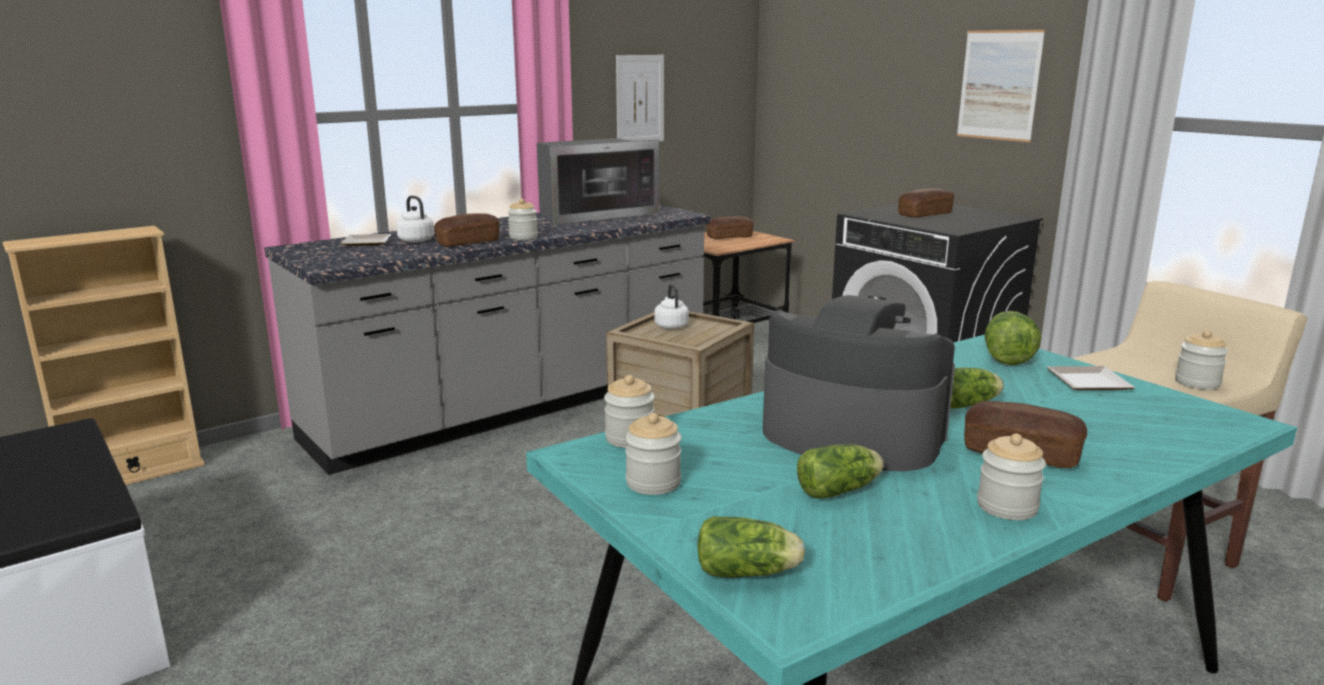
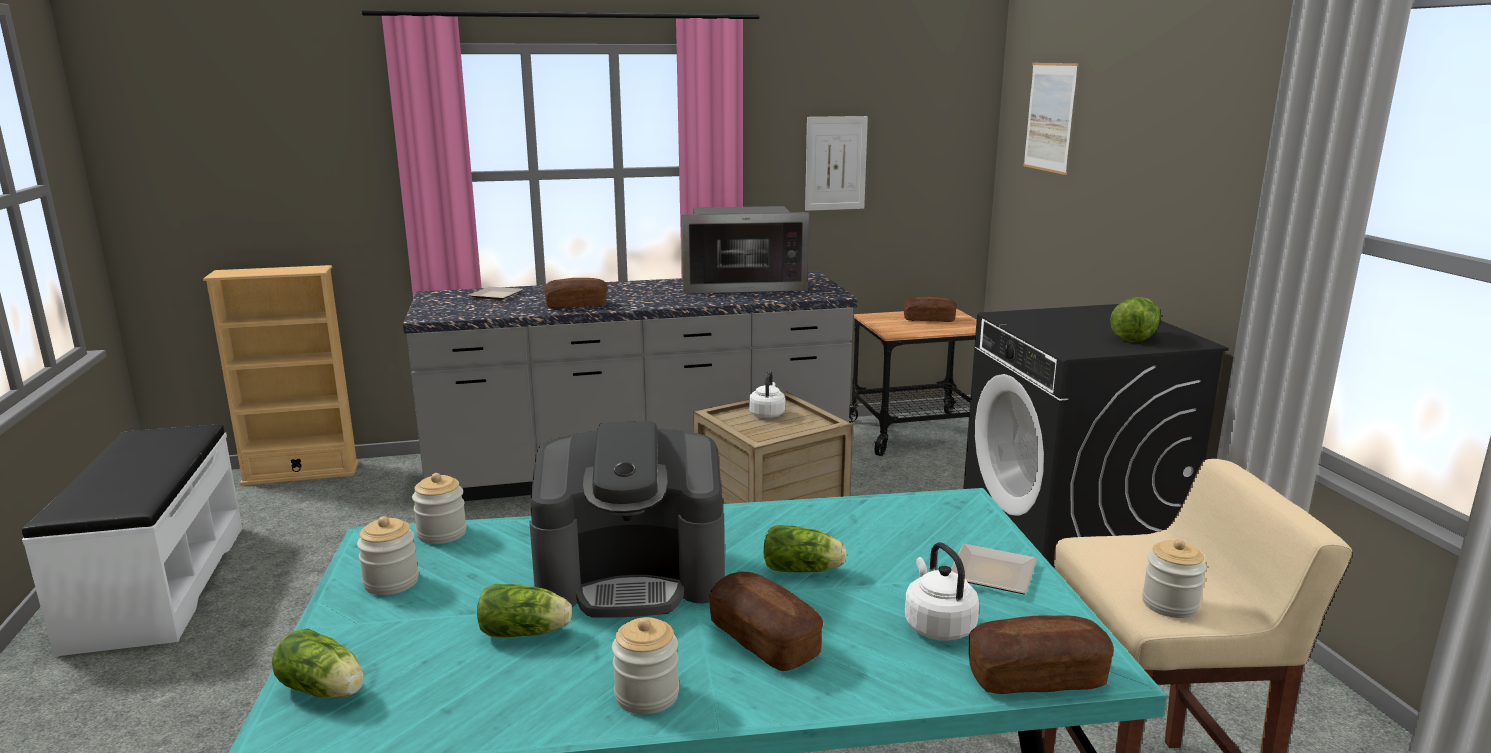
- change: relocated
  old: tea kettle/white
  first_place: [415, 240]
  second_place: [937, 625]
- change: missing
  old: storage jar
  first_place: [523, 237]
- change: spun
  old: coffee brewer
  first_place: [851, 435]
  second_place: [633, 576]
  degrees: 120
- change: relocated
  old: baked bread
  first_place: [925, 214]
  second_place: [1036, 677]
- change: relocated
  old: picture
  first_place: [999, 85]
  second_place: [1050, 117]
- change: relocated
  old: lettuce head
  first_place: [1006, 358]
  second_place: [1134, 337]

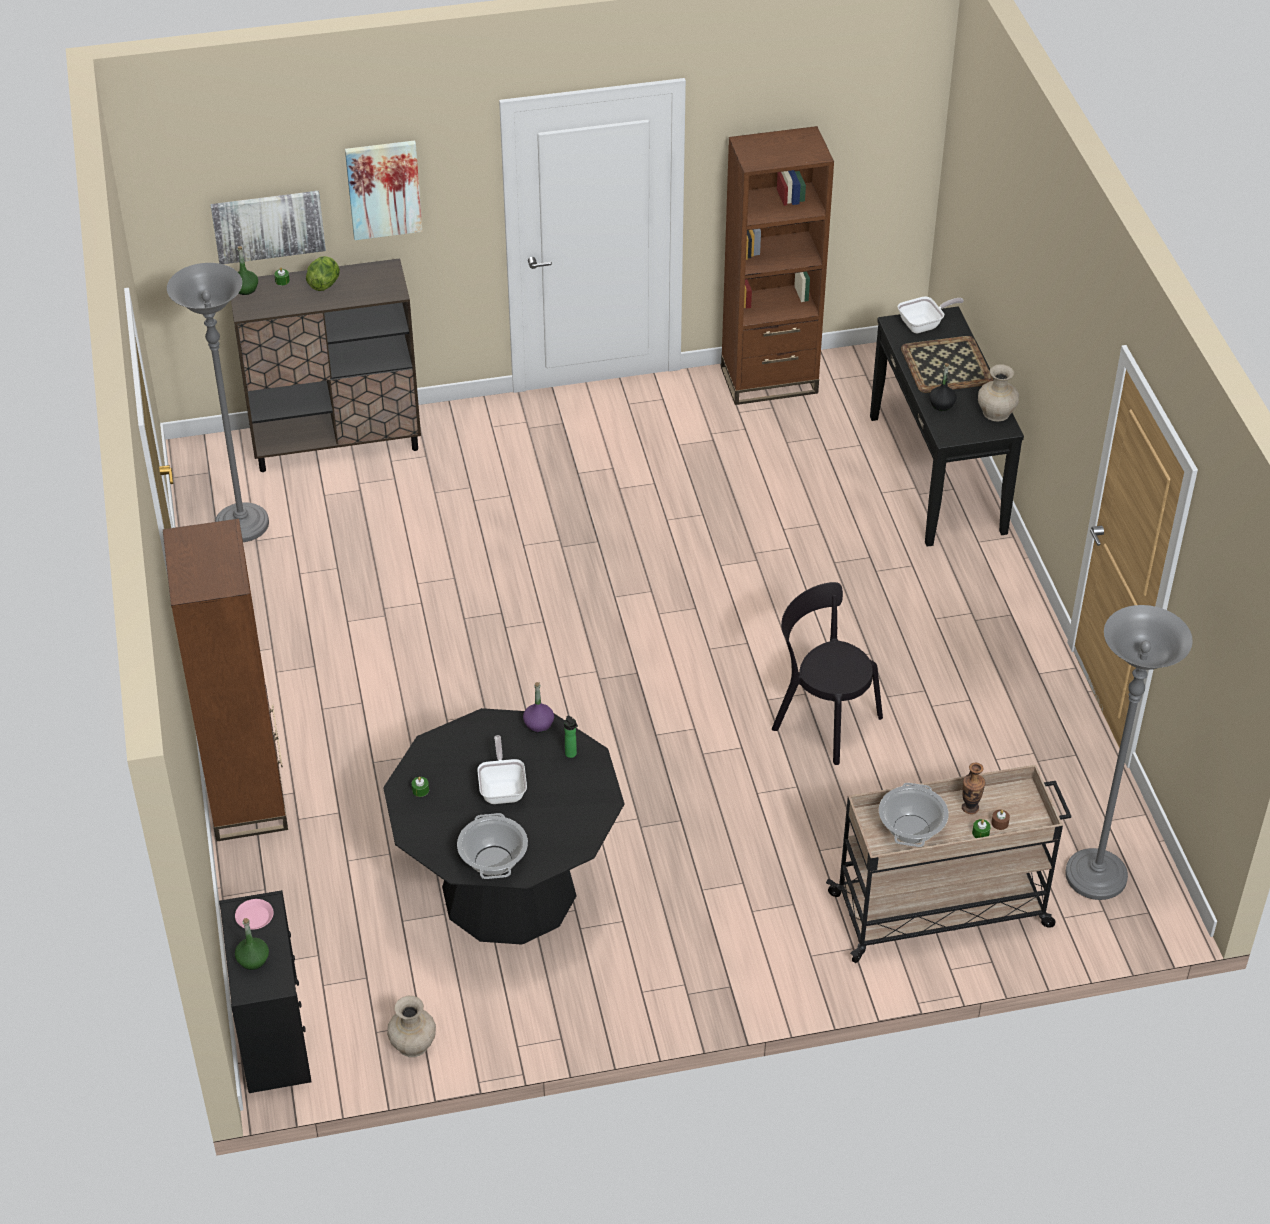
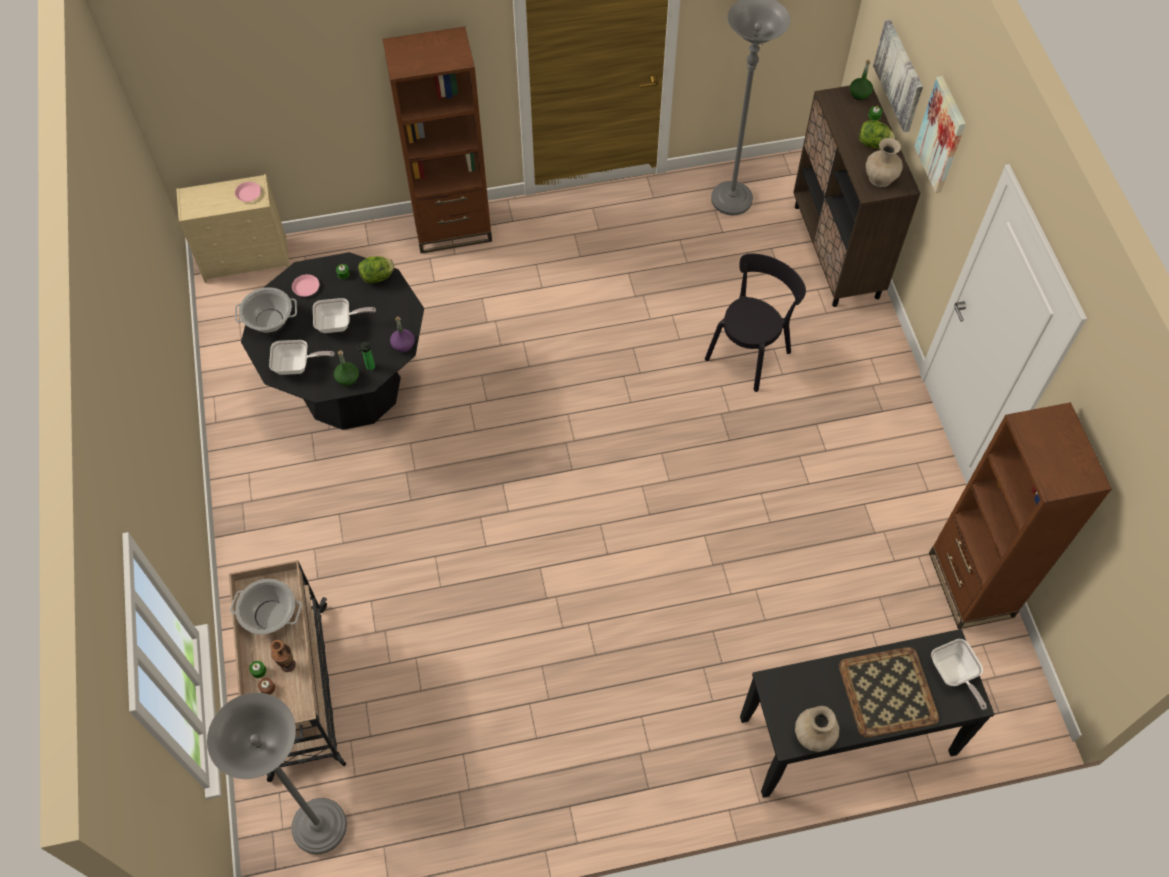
- change: colour
  old: dresser/black
  new: dresser/beige
  first_place: [273, 1033]
  second_place: [247, 259]
- change: relocated
  old: drink bottle/greenish
  first_place: [253, 960]
  second_place: [347, 378]
- change: relocated
  old: vase/beige
  first_place: [413, 1044]
  second_place: [880, 178]
- change: relocated
  old: chair/black
  first_place: [823, 720]
  second_place: [750, 352]
- change: missing
  old: drink bottle/black
  first_place: [942, 404]
- change: appeared
  new: skillet
  second_place: [297, 366]
- change: appeared
  new: flat dish/pinkish
  second_place: [306, 287]
- change: appeared
  new: lettuce head
  second_place: [378, 277]

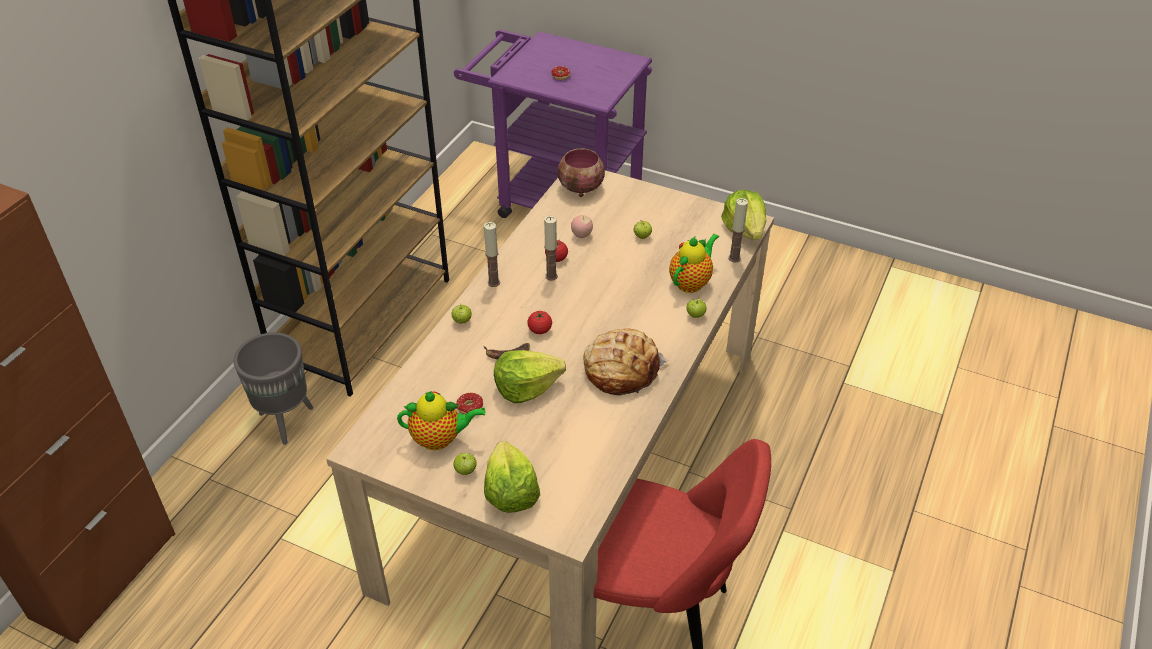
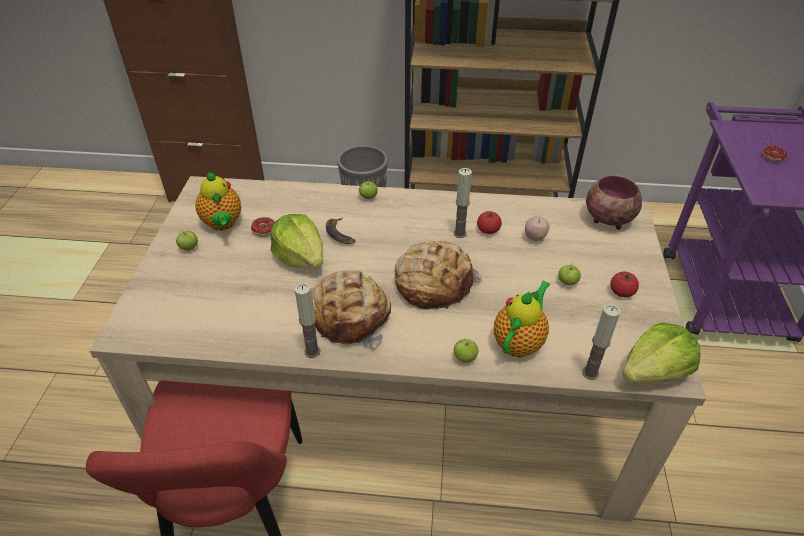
- change: relocated
  old: wax light
  first_place: [493, 282]
  second_place: [312, 351]
- change: missing
  old: lettuce head
  first_place: [510, 492]
- change: relocated
  old: fresh tomato
  first_place: [540, 330]
  second_place: [621, 292]
- change: spun
  old: tea pot
  first_place: [691, 282]
  second_place: [519, 342]
  degrees: -75
- change: appeared
  new: baked bread
  second_place: [433, 283]

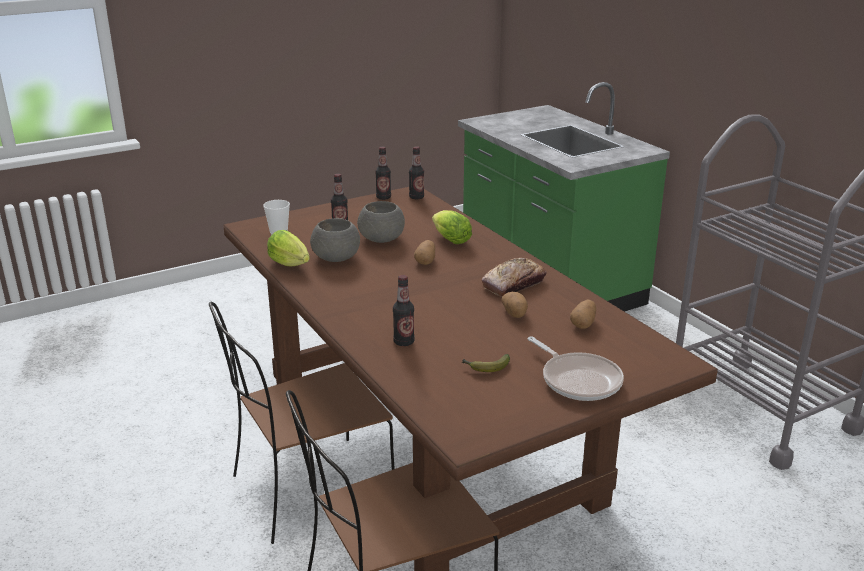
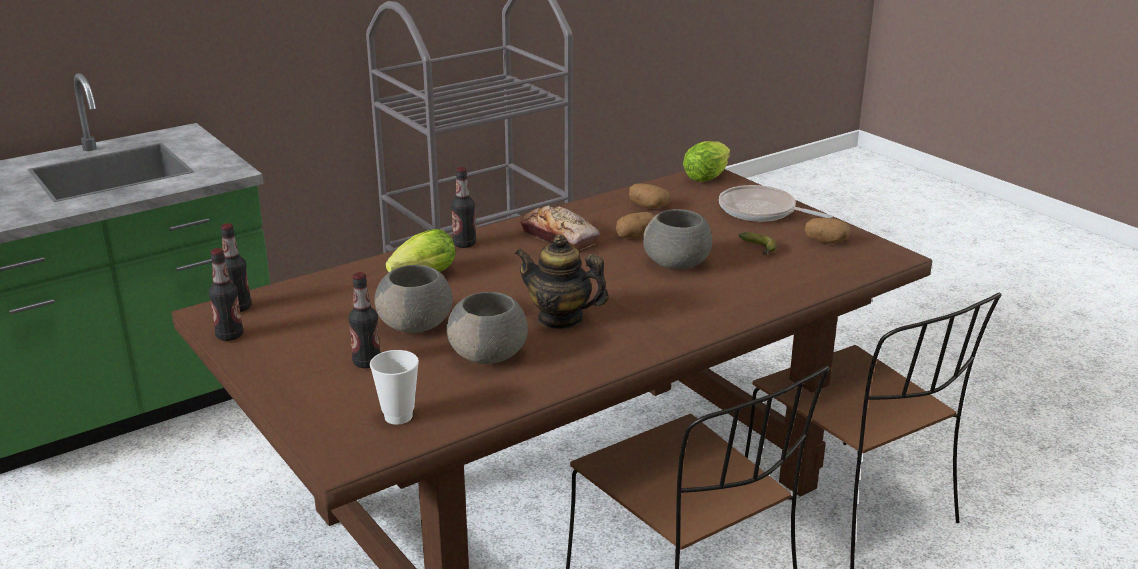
- change: relocated
  old: lettuce head
  first_place: [291, 265]
  second_place: [708, 176]
- change: relocated
  old: drink bottle
  first_place: [404, 342]
  second_place: [464, 244]
- change: relocated
  old: spud
  first_place: [426, 261]
  second_place: [826, 242]
- change: spun
  old: skillet
  first_place: [578, 380]
  second_place: [761, 211]
  degrees: -105
- change: appeared
  new: tea pot
  second_place: [560, 318]
- change: appeared
  new: bowl/grey
  second_place: [677, 264]

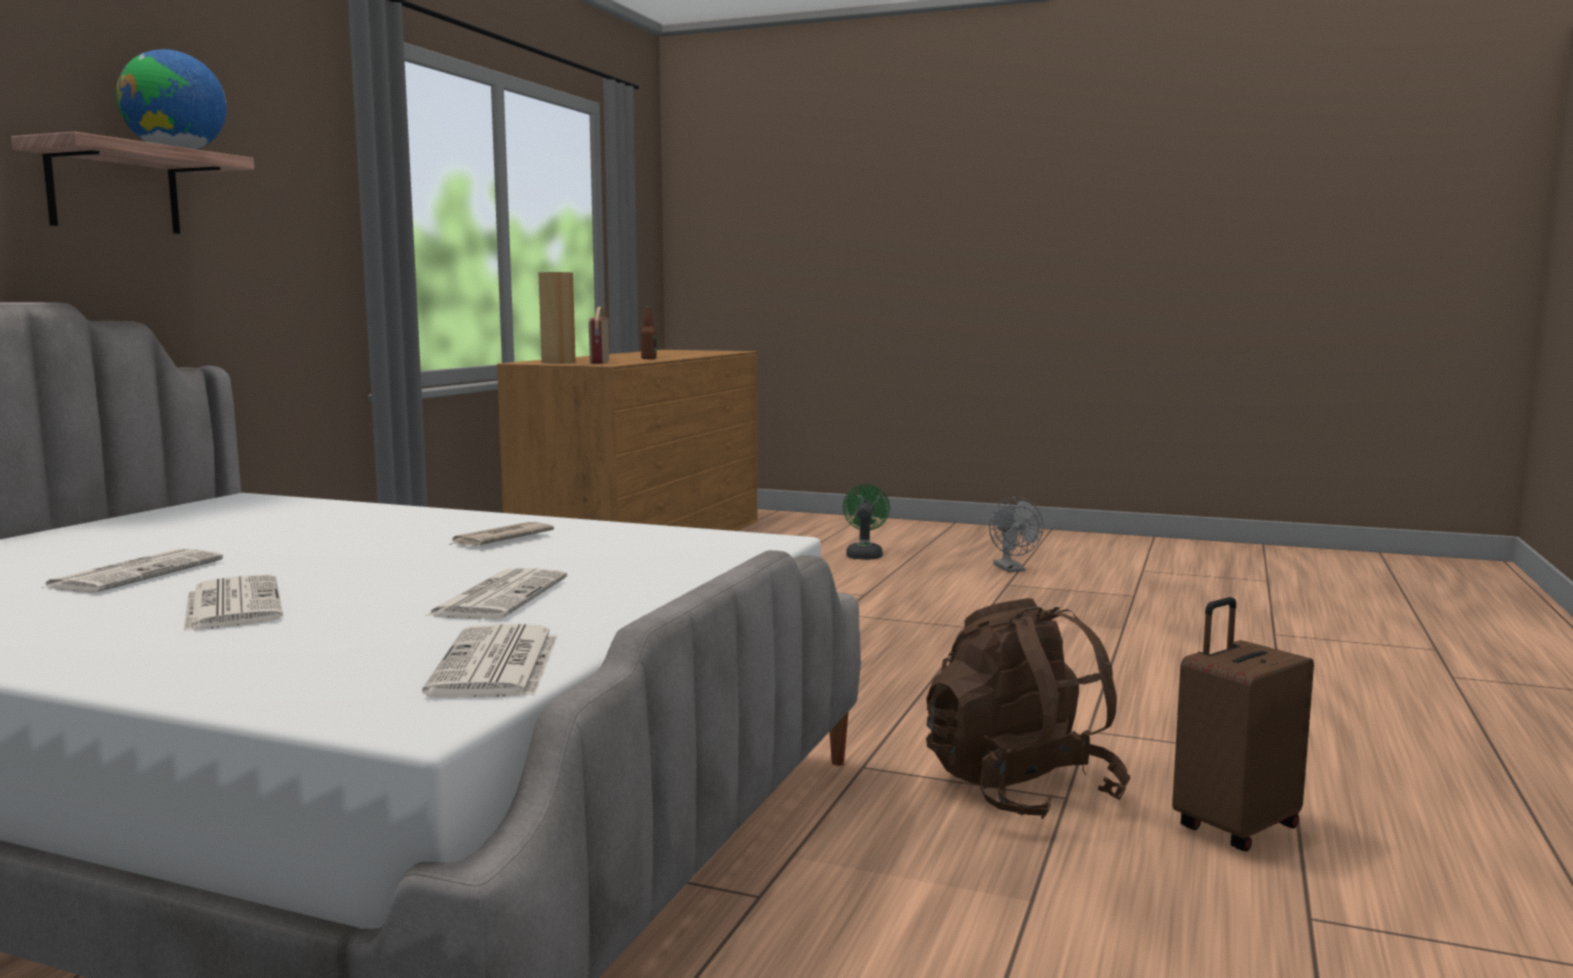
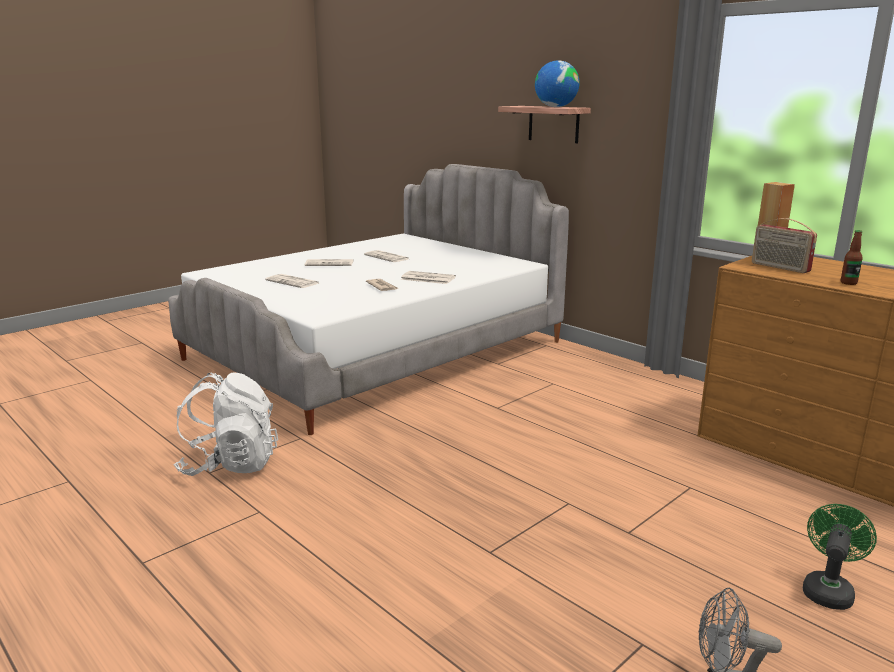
- change: relocated
  old: daily paper
  first_place: [497, 665]
  second_place: [427, 278]
- change: spun
  old: radio
  first_place: [599, 362]
  second_place: [779, 267]
  degrees: -150
- change: spun
  old: fan/greenish
  first_place: [864, 555]
  second_place: [828, 590]
  degrees: -90
- change: colour
  old: knapsack/brown
  new: knapsack/white
  first_place: [1021, 790]
  second_place: [230, 465]
- change: missing
  old: suitcase/brown
  first_place: [1233, 827]

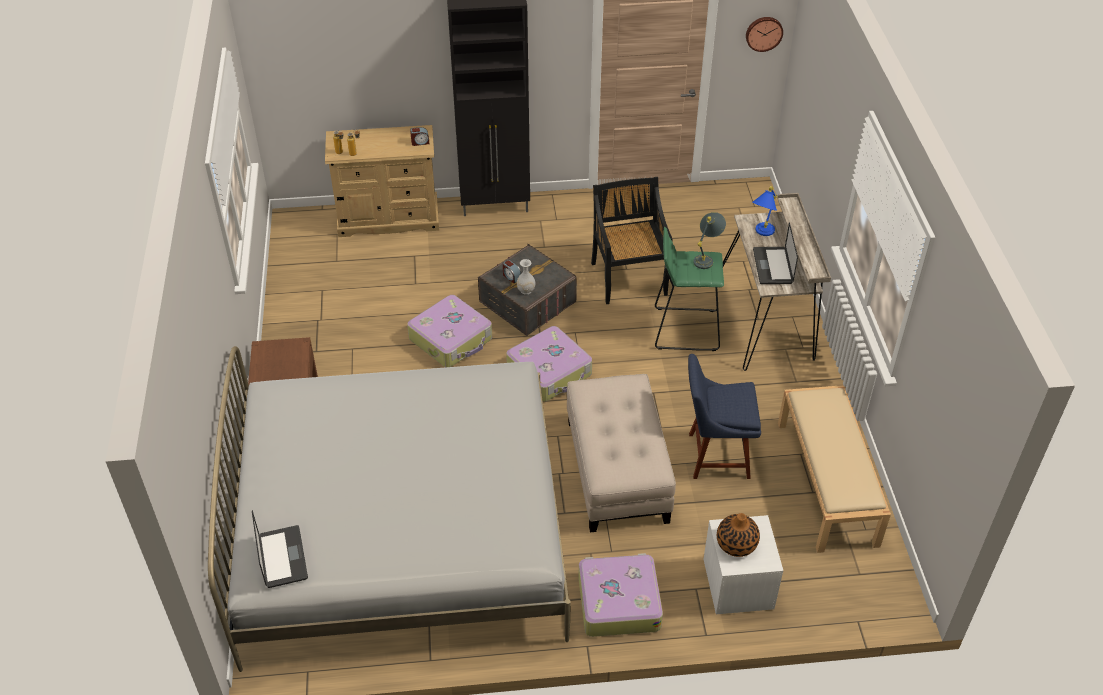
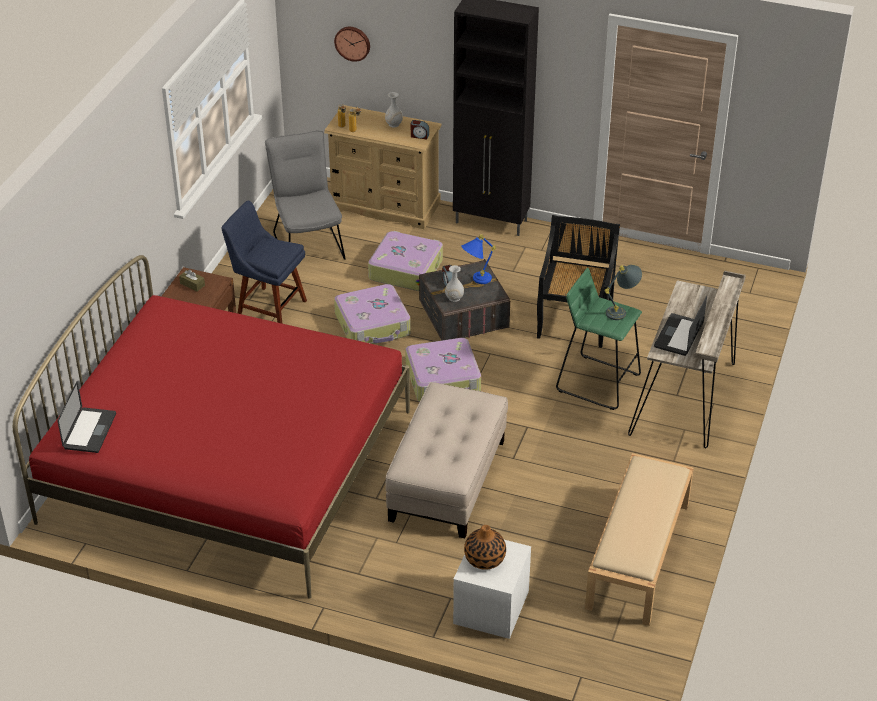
- change: colour
  old: sleeping bed/white
  new: sleeping bed/red
  first_place: [402, 531]
  second_place: [228, 465]
- change: relocated
  old: suitcase
  first_place: [618, 602]
  second_place: [405, 269]
- change: relocated
  old: chair/blue
  first_place: [714, 455]
  second_place: [268, 307]
- change: relocated
  old: clock on the wall
  first_place: [763, 33]
  second_place: [353, 42]
- change: relocated
  old: lamp for a table/blue
  first_place: [761, 233]
  second_place: [476, 280]
- change: appeared
  new: tissue holder/brown
  second_place: [192, 284]
- change: appeared
  new: chair/grey
  second_place: [307, 243]
- change: appeared
  new: vase/white
  second_place: [394, 124]

